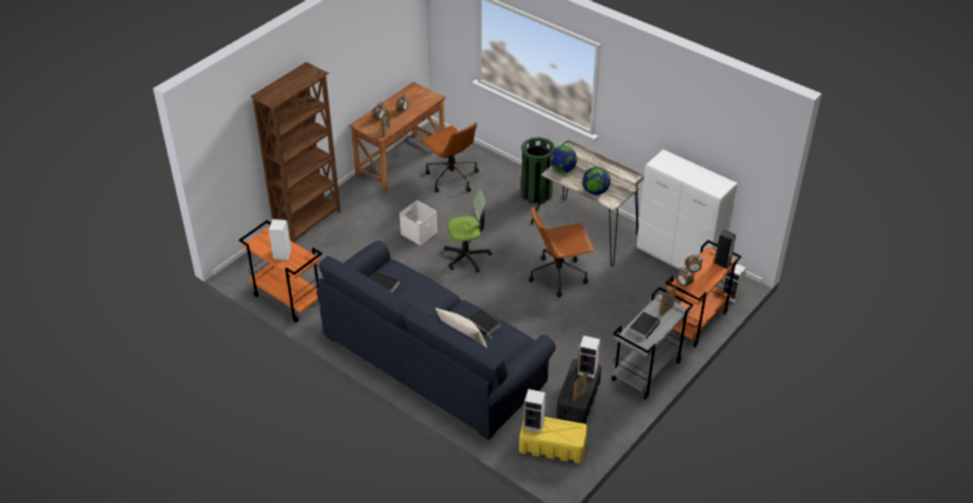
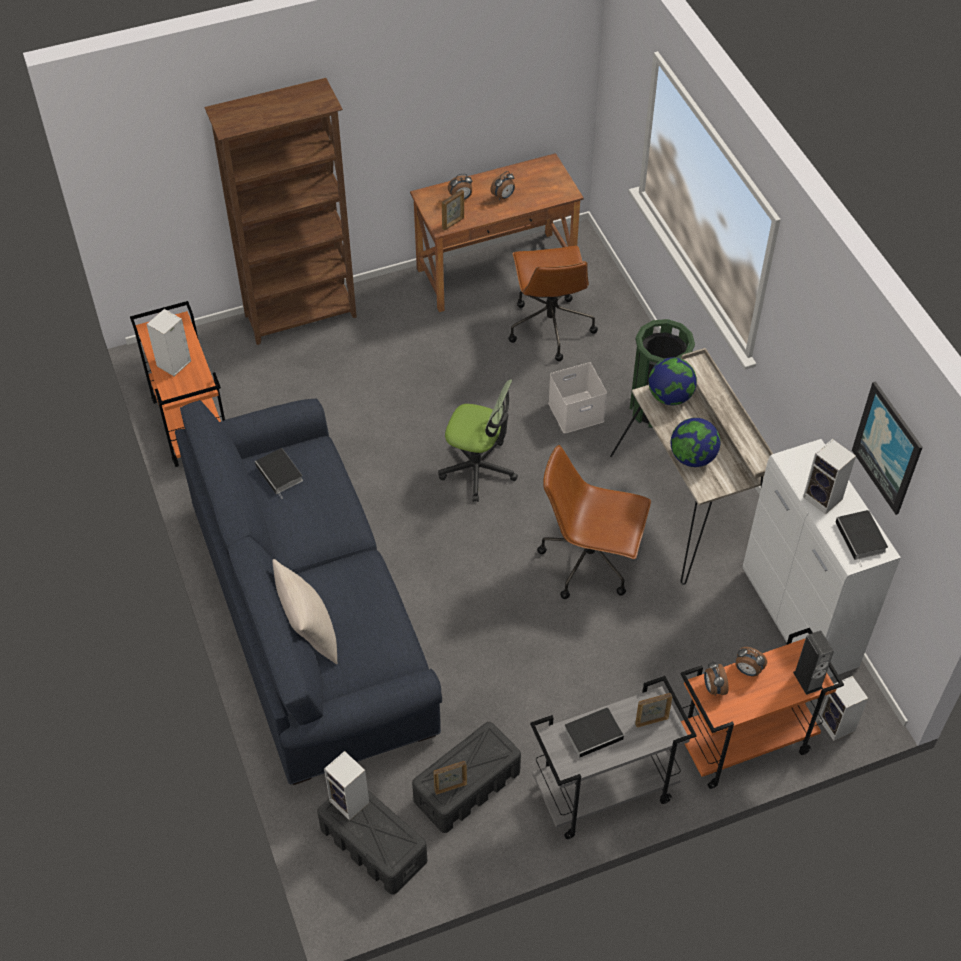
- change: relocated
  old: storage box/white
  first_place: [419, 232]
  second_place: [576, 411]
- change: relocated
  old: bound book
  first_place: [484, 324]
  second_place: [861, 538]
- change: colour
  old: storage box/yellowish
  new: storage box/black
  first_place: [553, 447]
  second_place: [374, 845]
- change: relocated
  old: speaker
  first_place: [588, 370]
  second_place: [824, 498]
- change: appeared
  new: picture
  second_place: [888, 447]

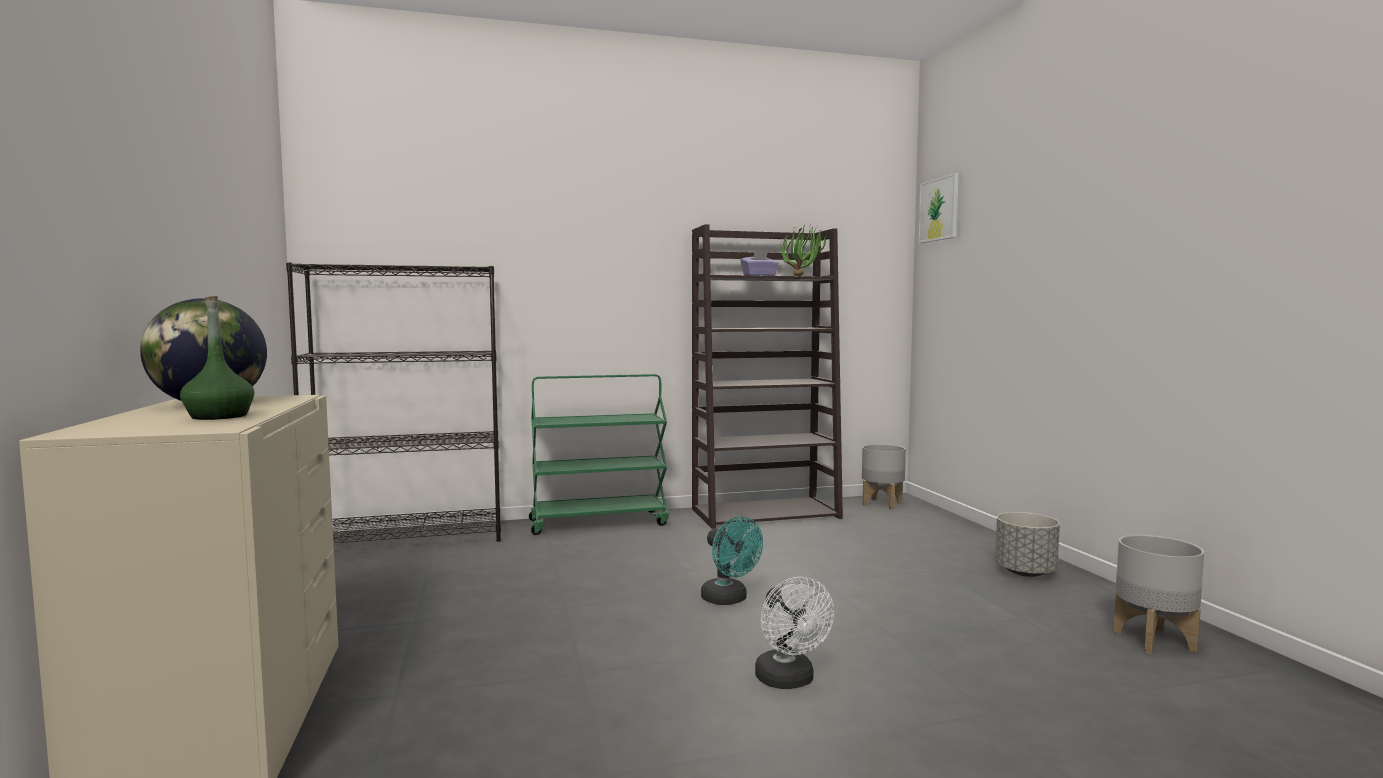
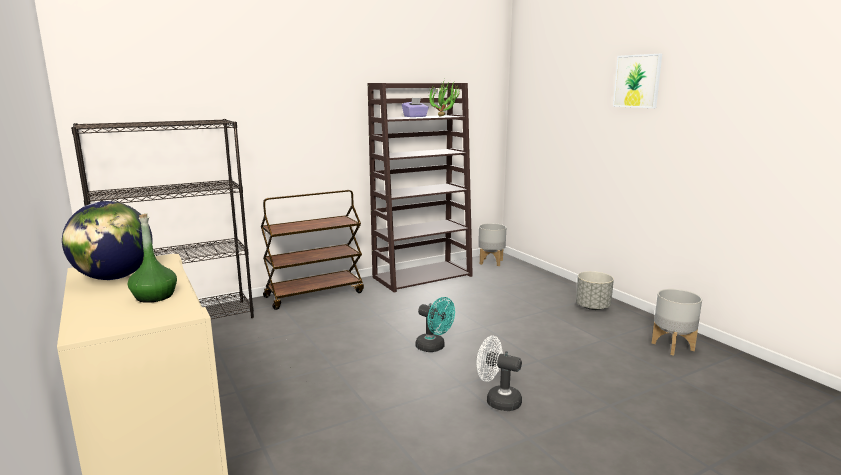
- change: colour
  old: cart/greenish
  new: cart/brown
  first_place: [599, 522]
  second_place: [314, 294]
- change: spun
  old: fan/white
  first_place: [789, 681]
  second_place: [497, 400]
  degrees: 150
- change: relocated
  old: picture
  first_place: [939, 209]
  second_place: [637, 81]

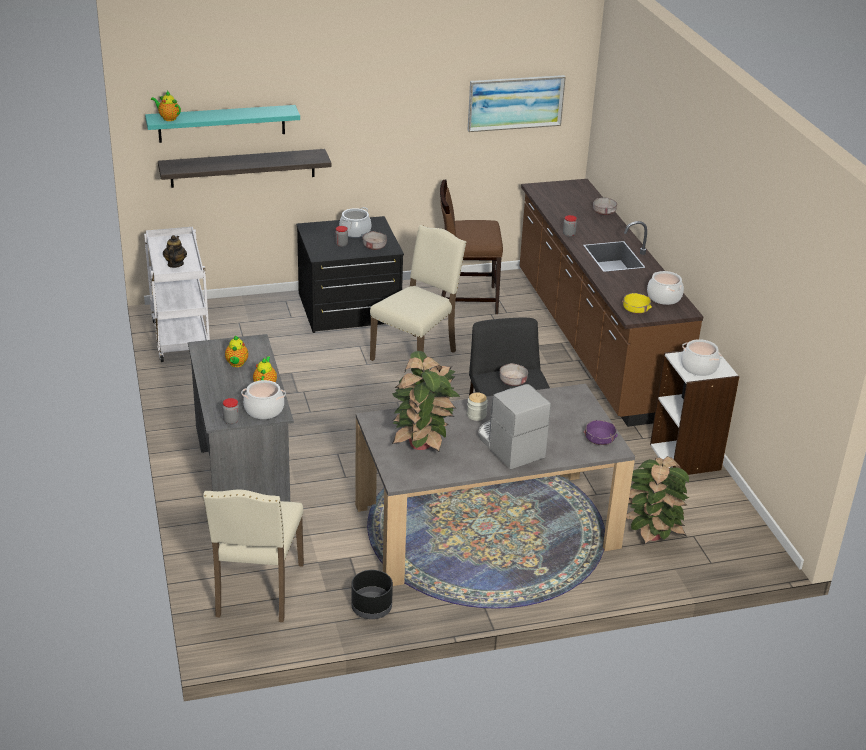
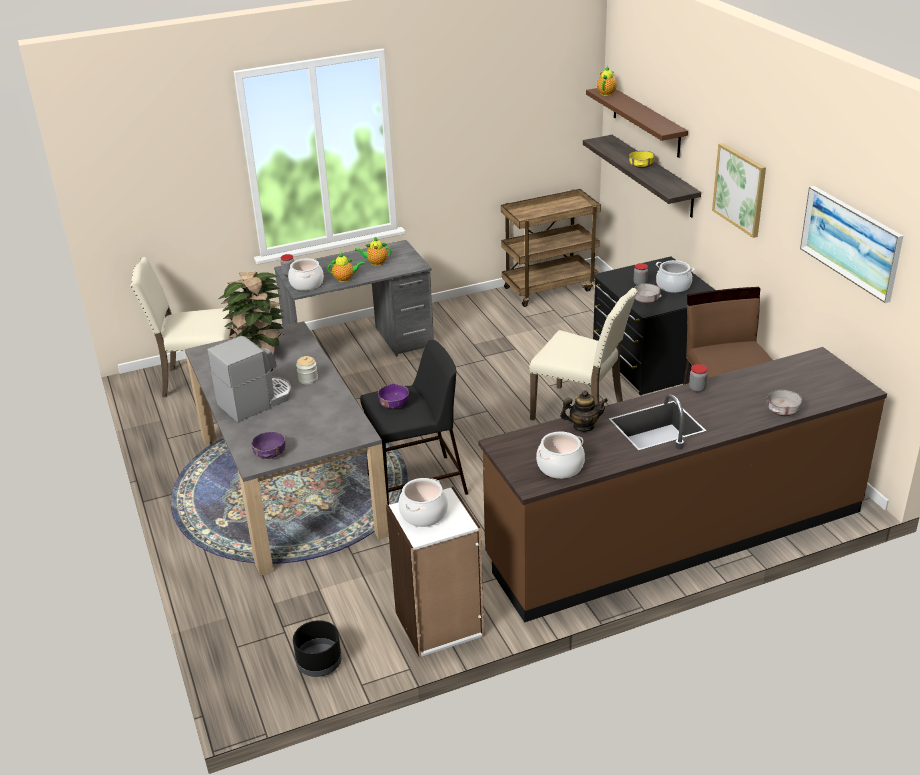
- change: colour
  old: cart/white
  new: cart/brown
  first_place: [179, 337]
  second_place: [549, 288]
- change: colour
  old: bracket shelf/turquoise-coloured
  new: bracket shelf/brown
  first_place: [221, 123]
  second_place: [646, 121]
- change: relocated
  old: tea pot
  first_place: [175, 264]
  second_place: [583, 426]
- change: relocated
  old: flower pot/black
  first_place: [371, 608]
  second_place: [319, 662]
- change: colour
  old: bowl/grey
  new: bowl/purple
  first_place: [513, 382]
  second_place: [393, 404]
- change: relocated
  old: bowl/yellowish
  first_place: [635, 310]
  second_place: [641, 166]
- change: missing
  old: potted plant
  first_place: [651, 535]
- change: appeared
  new: picture
  second_place: [740, 189]

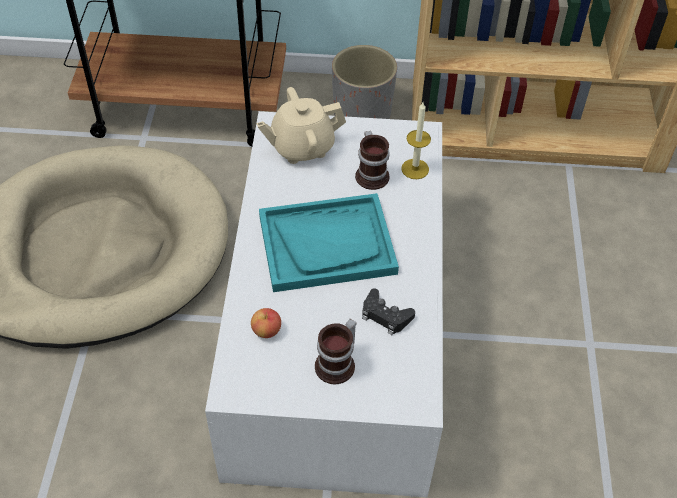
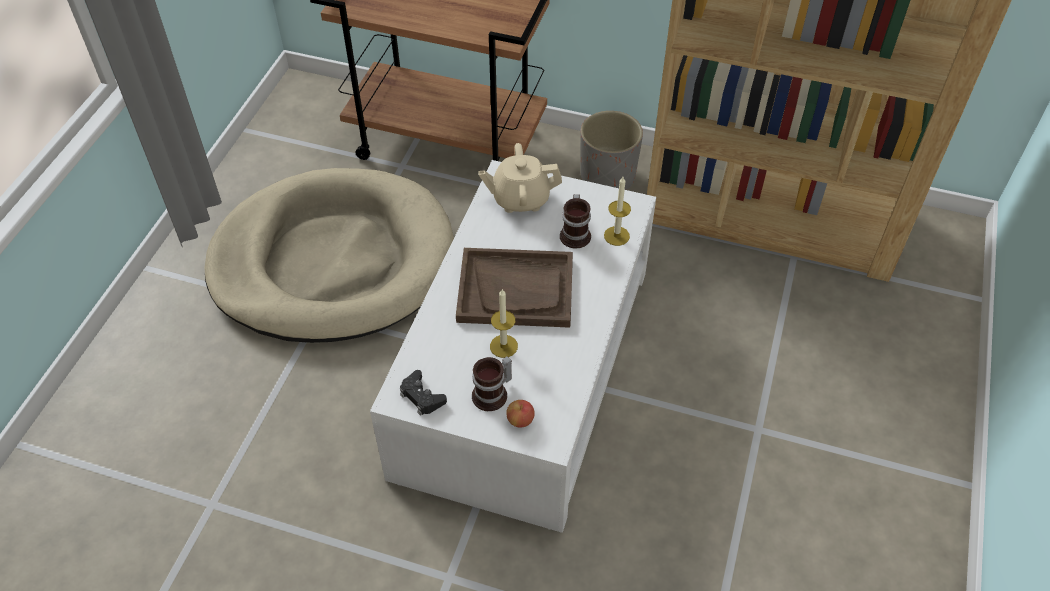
- change: relocated
  old: apple
  first_place: [266, 330]
  second_place: [520, 420]
- change: colour
  old: serving tray/turquoise-coloured
  new: serving tray/brown
  first_place: [327, 244]
  second_place: [516, 289]
- change: relocated
  old: gamepad/black
  first_place: [385, 316]
  second_place: [422, 397]
- change: appeared
  new: wax light
  second_place: [503, 346]

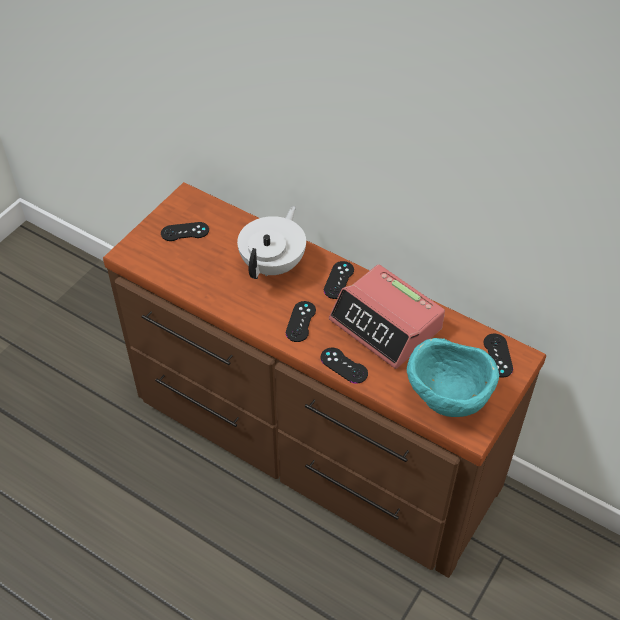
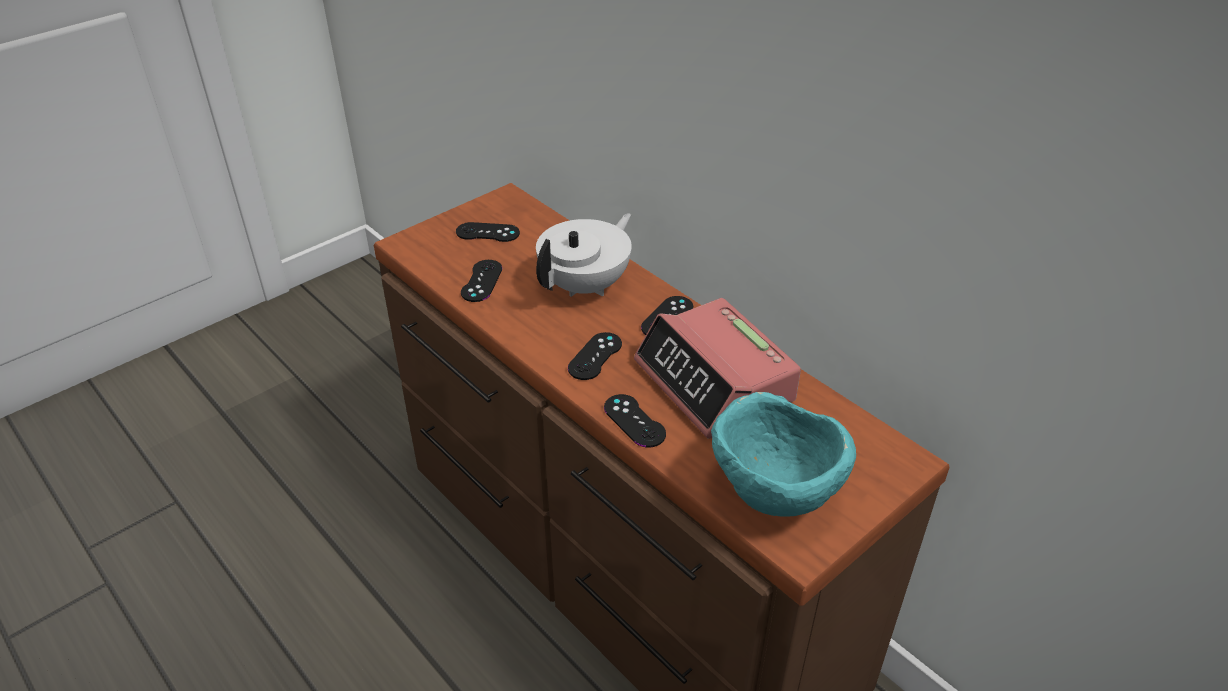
- change: relocated
  old: gamepad/black
  first_place: [498, 355]
  second_place: [481, 281]

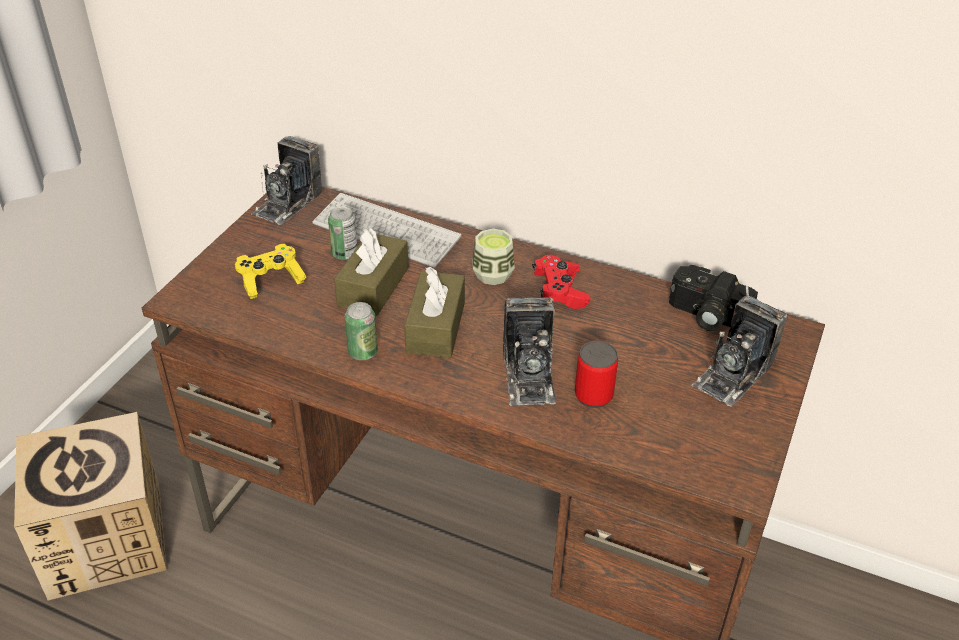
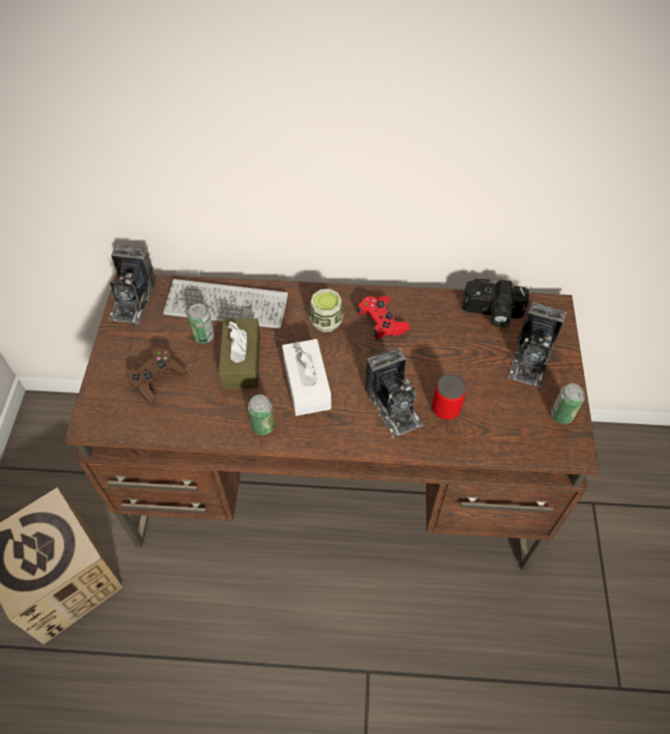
- change: colour
  old: gamepad/yellowish
  new: gamepad/brown
  first_place: [270, 280]
  second_place: [157, 380]
- change: colour
  old: tissue holder/brown
  new: tissue holder/white
  first_place: [436, 327]
  second_place: [306, 385]
- change: appeared
  new: can
  second_place: [562, 415]

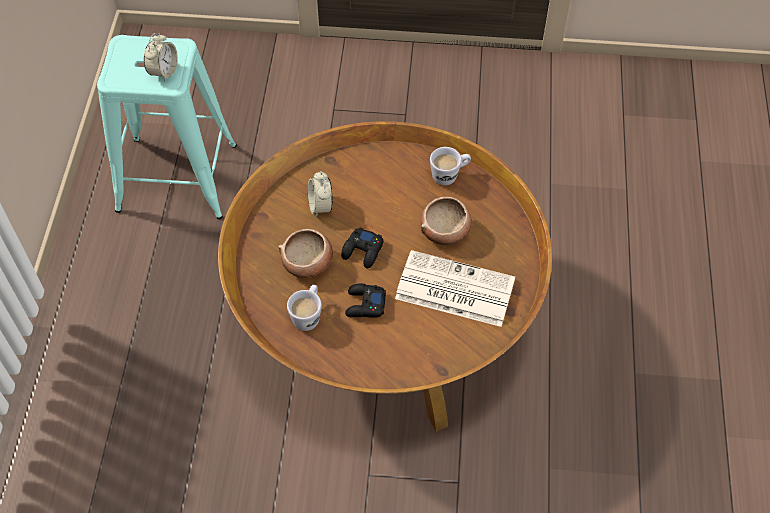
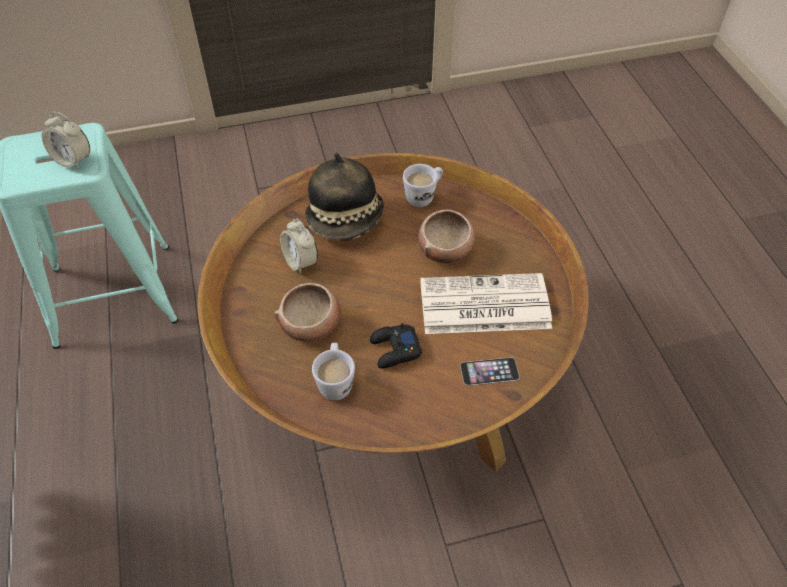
- change: spun
  old: table clock
  first_place: [163, 71]
  second_place: [73, 160]
  degrees: 120
- change: missing
  old: gamepad/black
  first_place: [363, 251]
- change: appeared
  new: wearable hat
  second_place: [346, 219]
- change: appeared
  new: phone
  second_place: [489, 371]

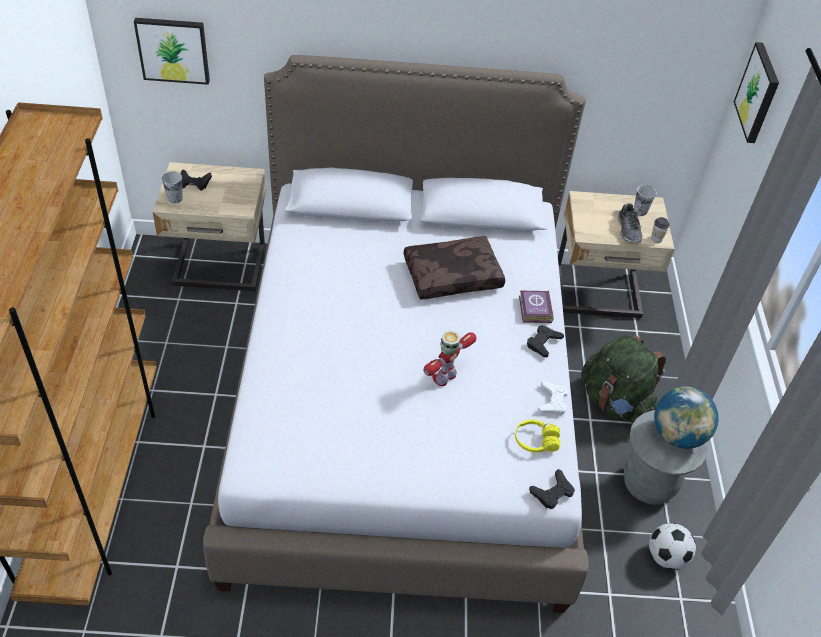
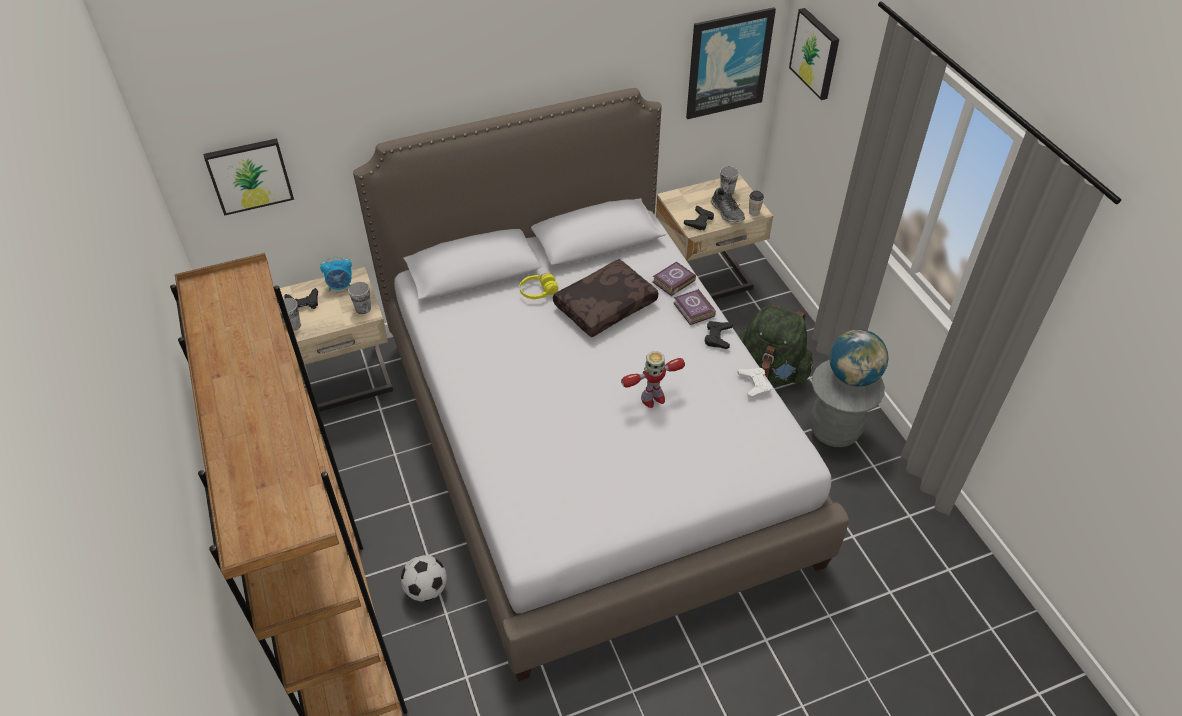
- change: spun
  old: robot figure
  first_place: [445, 377]
  second_place: [652, 399]
  degrees: -135
- change: relocated
  old: pair of headphones/yellowish
  first_place: [536, 441]
  second_place: [538, 292]
- change: relocated
  old: gamepad/black
  first_place: [552, 492]
  second_place: [699, 221]
- change: relocated
  old: football
  first_place: [666, 557]
  second_place: [426, 589]
- change: appeared
  new: table clock
  second_place: [341, 286]
- change: appeared
  new: drinking cup
  second_place: [363, 309]
- change: appeared
  new: bound book
  second_place: [672, 281]
- change: appeared
  new: picture
  second_place: [728, 63]

